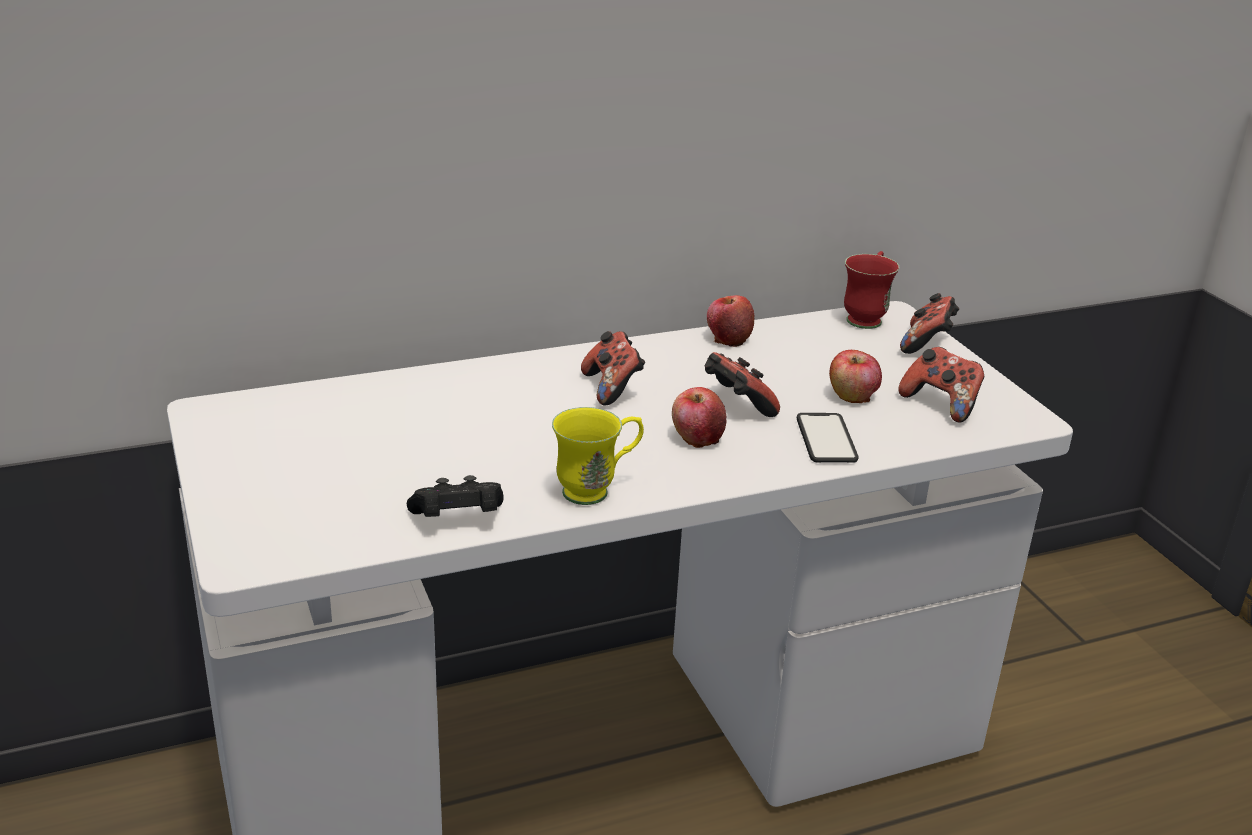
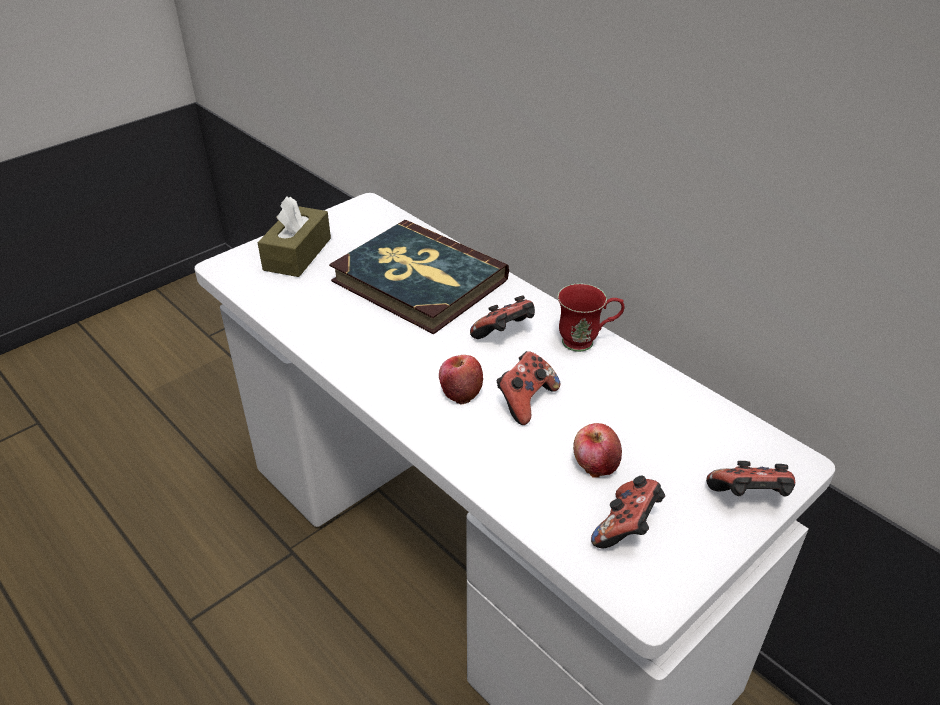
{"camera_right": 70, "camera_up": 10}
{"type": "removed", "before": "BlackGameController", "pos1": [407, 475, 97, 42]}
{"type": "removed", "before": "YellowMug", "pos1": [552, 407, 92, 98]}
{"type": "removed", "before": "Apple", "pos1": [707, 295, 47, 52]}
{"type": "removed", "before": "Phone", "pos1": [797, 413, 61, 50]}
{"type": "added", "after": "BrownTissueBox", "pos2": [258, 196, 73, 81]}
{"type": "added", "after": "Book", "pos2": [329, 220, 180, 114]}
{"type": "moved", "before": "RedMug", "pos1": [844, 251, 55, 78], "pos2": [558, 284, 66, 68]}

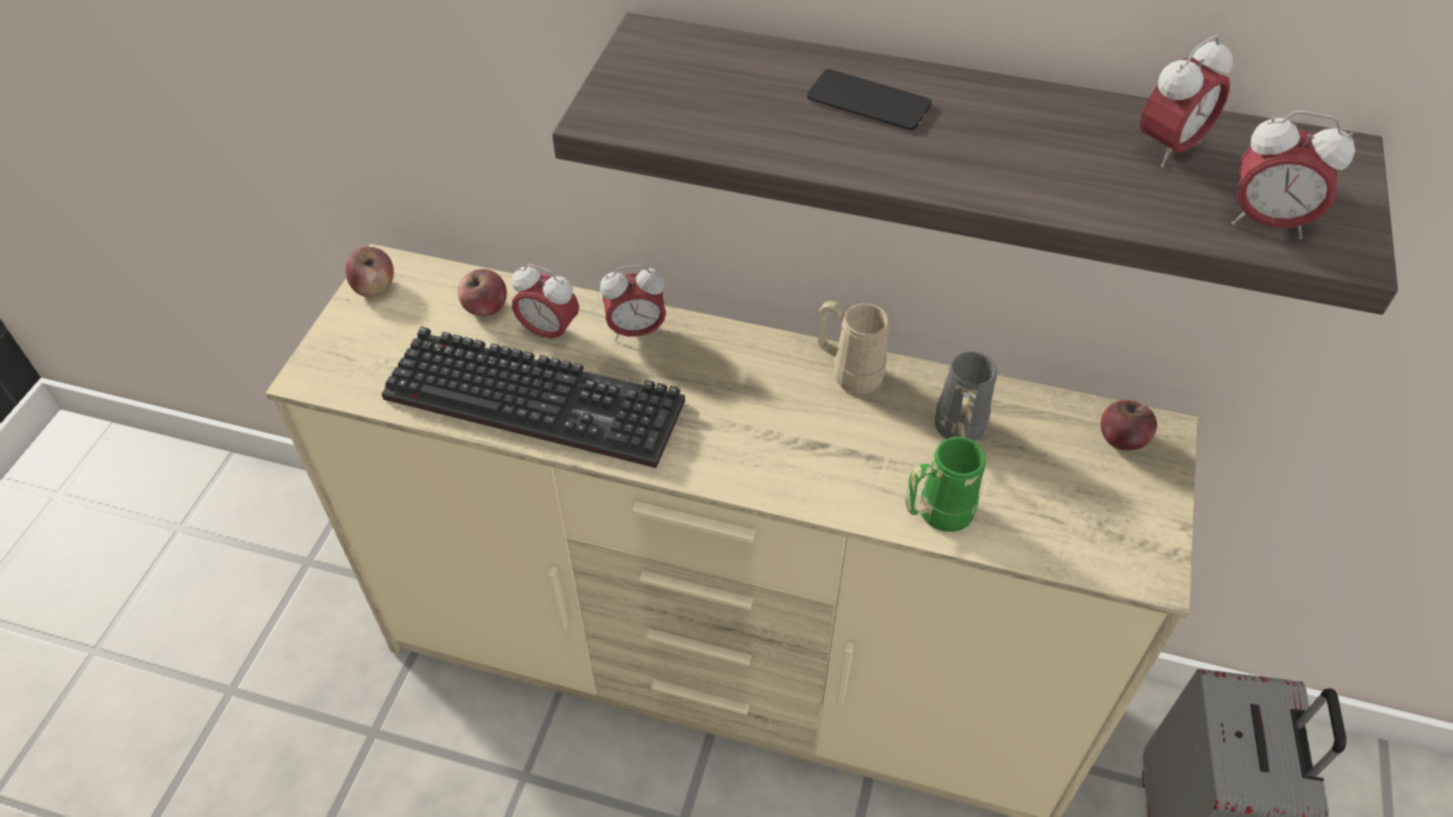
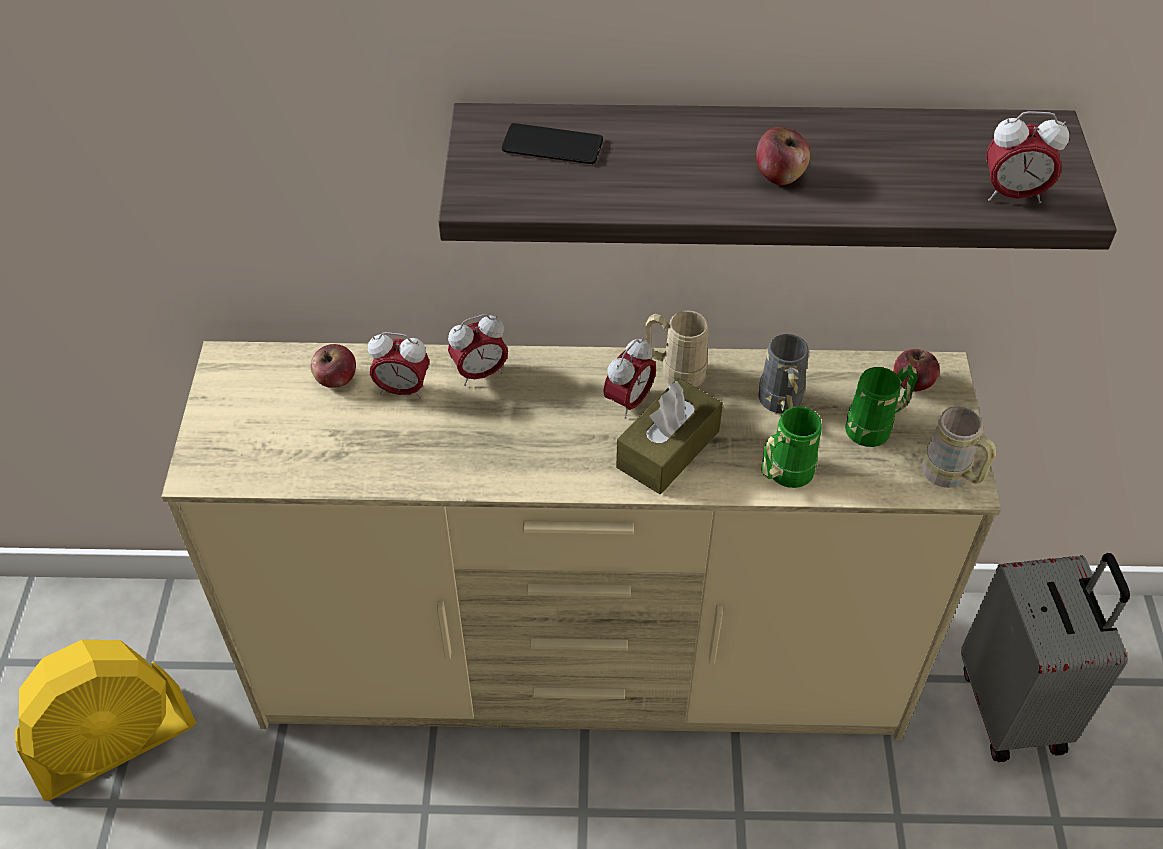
{"camera_right": -15, "camera_up": 0}
{"type": "removed", "before": "Keyboard", "pos1": [381, 327, 304, 141]}
{"type": "added", "after": "YellowFan", "pos2": [15, 640, 181, 161]}
{"type": "added", "after": "BrownTissueBox", "pos2": [616, 378, 107, 116]}
{"type": "added", "after": "GreenMug", "pos2": [845, 365, 73, 82]}
{"type": "added", "after": "BeigeMug", "pos2": [922, 406, 74, 82]}
{"type": "moved", "before": "Apple", "pos1": [345, 247, 49, 50], "pos2": [756, 127, 54, 58]}
{"type": "moved", "before": "Phone", "pos1": [807, 69, 125, 61], "pos2": [502, 123, 101, 41]}
{"type": "moved", "before": "AlarmClock", "pos1": [1140, 35, 93, 133], "pos2": [603, 337, 53, 82]}

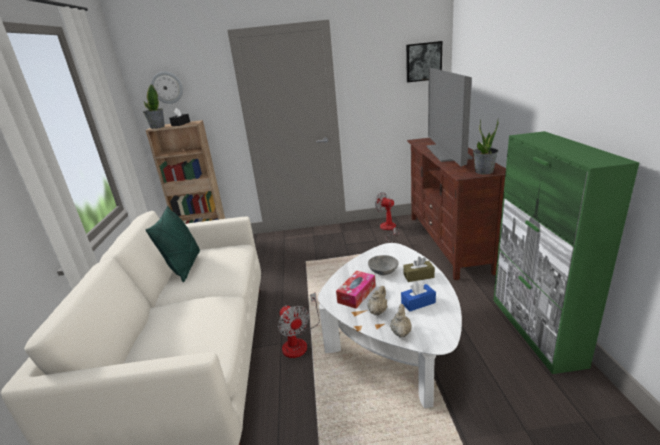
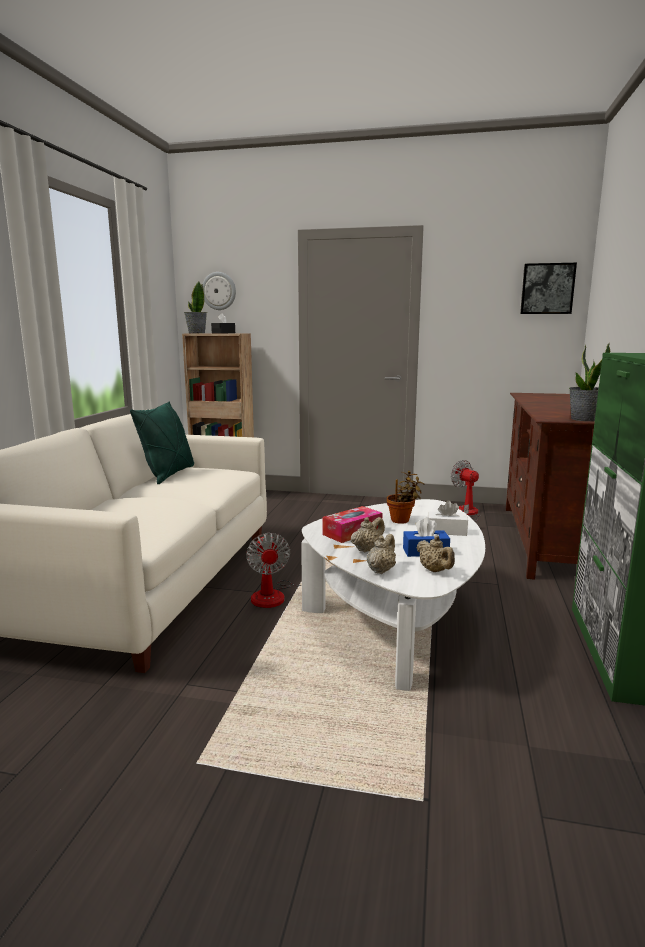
{"camera_right": 15, "camera_up": -10}
{"type": "removed", "before": "Television", "pos1": [427, 68, 46, 99]}
{"type": "added", "after": "BeigeTeapot", "pos2": [416, 535, 39, 37]}
{"type": "replaced", "before": "GreyBowl", "after": "PottedPlant", "pos1": [368, 255, 31, 20], "pos2": [387, 471, 37, 53]}
{"type": "recoloured", "before": "BrownTissueBox", "after": "WhiteTissueBox", "pos1": [403, 257, 32, 25], "pos2": [428, 500, 40, 36]}

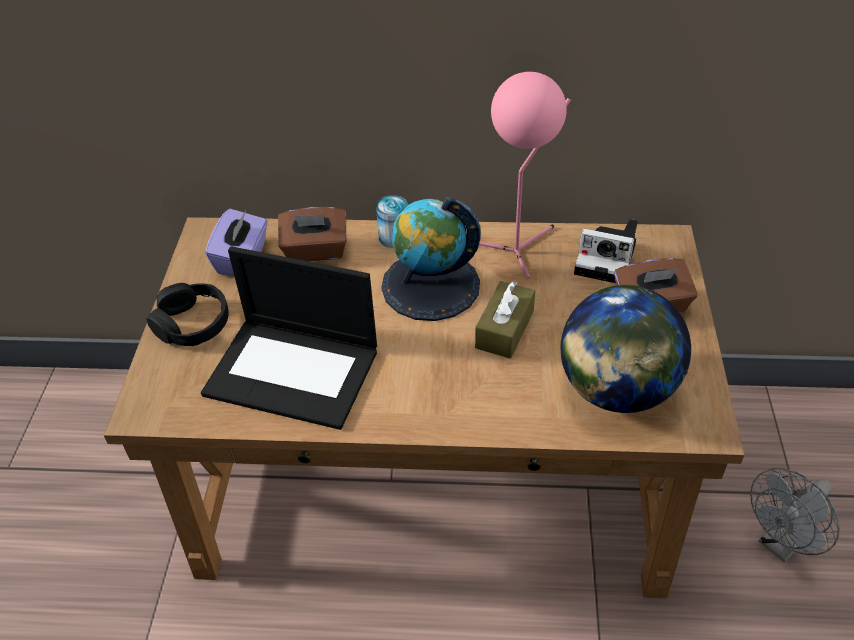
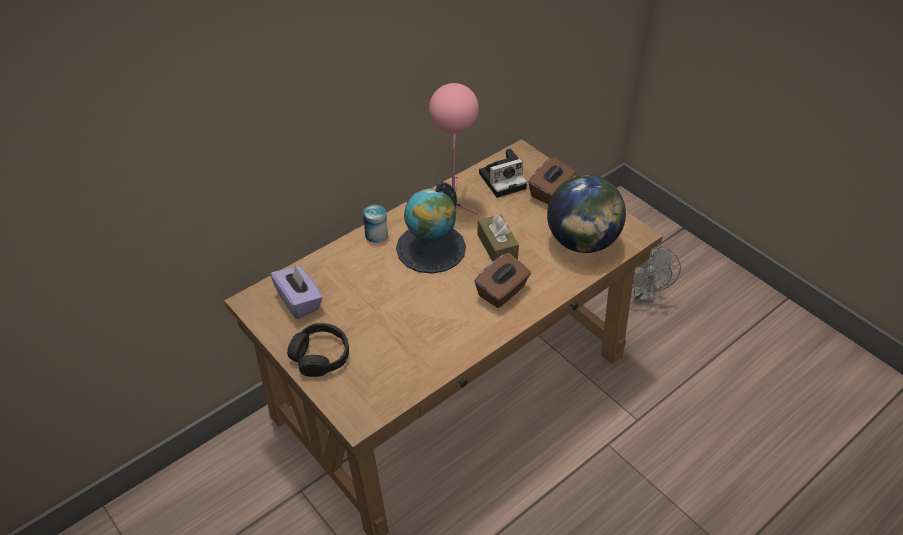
{"camera_right": -45, "camera_up": 0}
{"type": "removed", "before": "Laptop", "pos1": [201, 246, 176, 184]}
{"type": "moved", "before": "BrownTissueBox", "pos1": [278, 207, 69, 54], "pos2": [475, 253, 56, 55]}

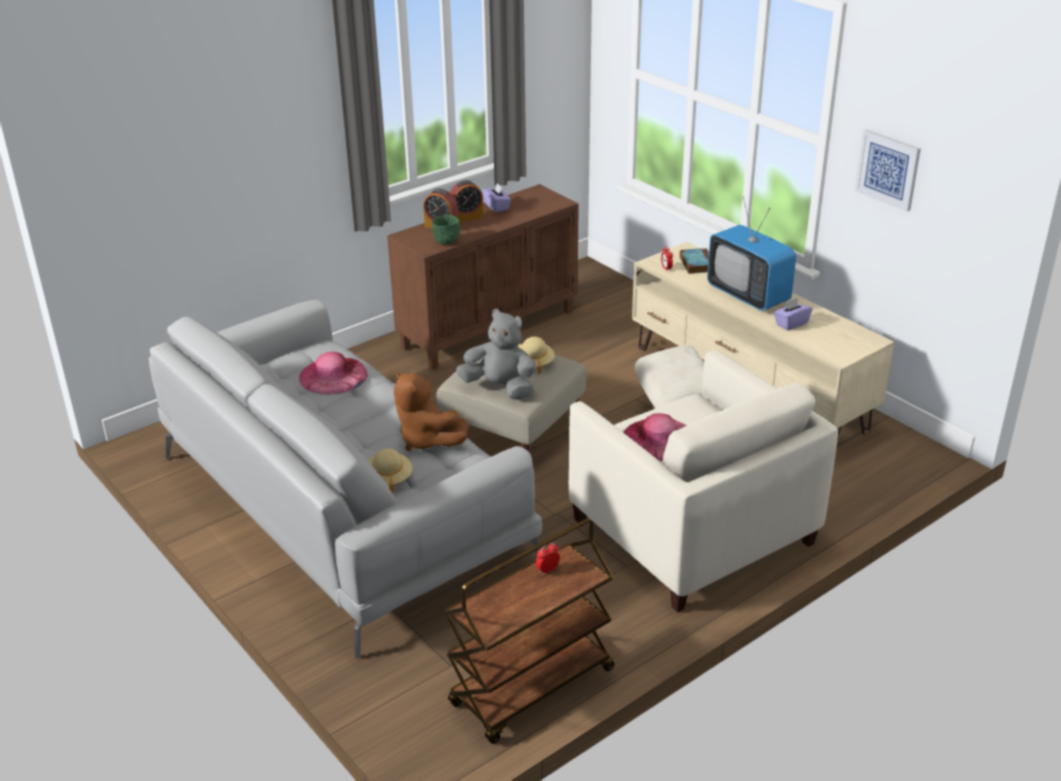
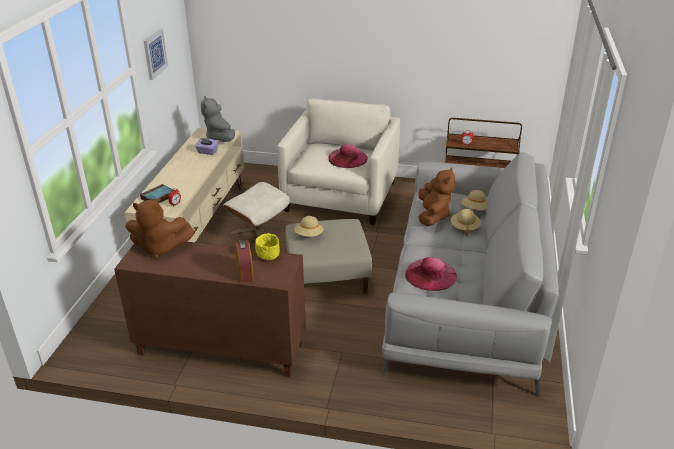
{"camera_right": -130, "camera_up": 0}
{"type": "removed", "before": "AlarmClock", "pos1": [450, 180, 34, 43]}
{"type": "removed", "before": "PurpleTissueBox", "pos1": [482, 183, 29, 29]}
{"type": "removed", "before": "Television", "pos1": [707, 196, 89, 115]}
{"type": "added", "after": "BrownPlushToy", "pos2": [125, 200, 69, 59]}
{"type": "added", "after": "BeigeHat", "pos2": [451, 209, 30, 27]}
{"type": "moved", "before": "GreyPlushToy", "pos1": [456, 309, 80, 91], "pos2": [201, 96, 34, 46]}
{"type": "recoloured", "before": "GreenBowl", "after": "YellowBowl", "pos1": [432, 215, 28, 30], "pos2": [255, 233, 25, 27]}

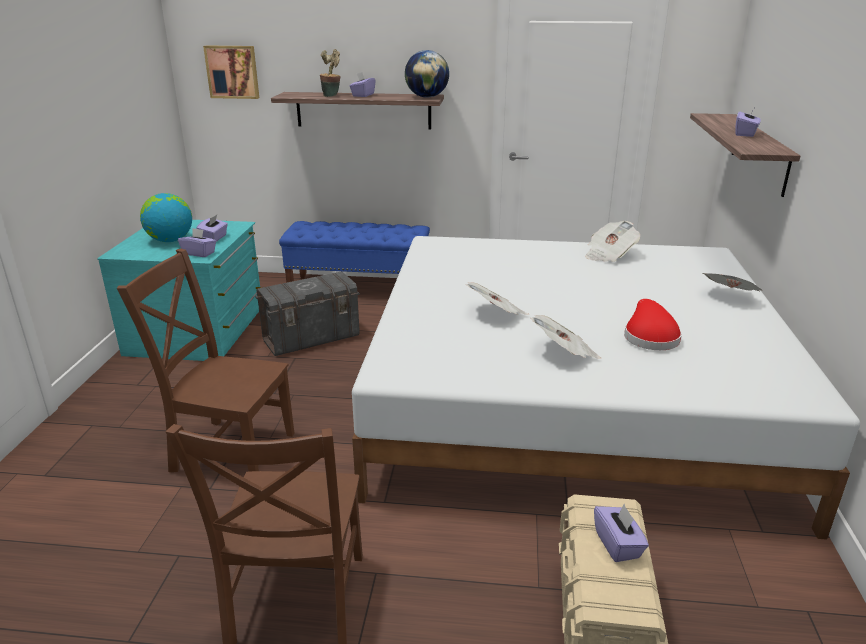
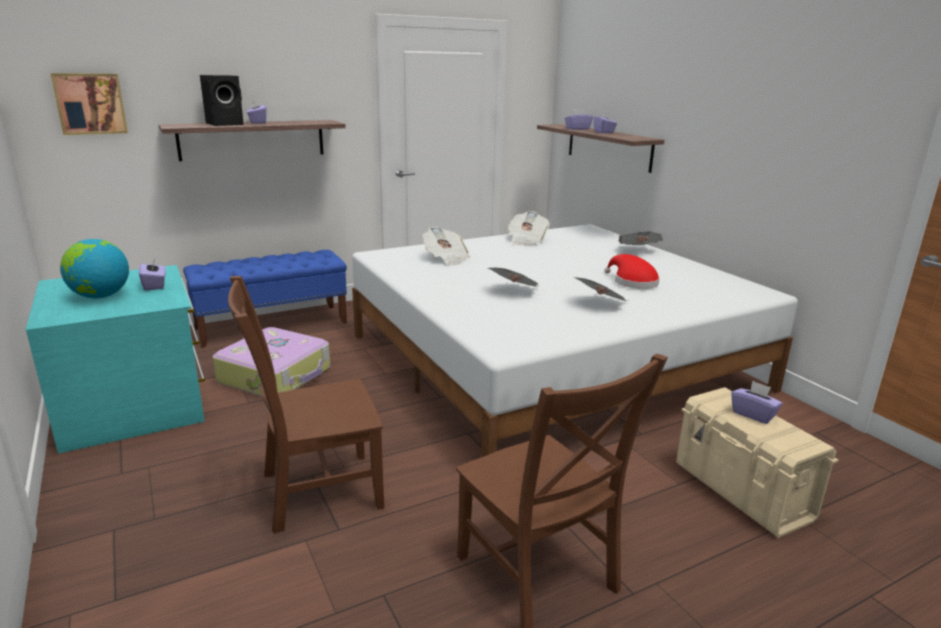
{"camera_right": -35, "camera_up": -5}
{"type": "removed", "before": "Globe", "pos1": [405, 50, 44, 48]}
{"type": "added", "after": "Newspaper", "pos2": [422, 227, 48, 39]}
{"type": "moved", "before": "PurpleTissueBox", "pos1": [178, 228, 38, 29], "pos2": [565, 109, 28, 21]}
{"type": "replaced", "before": "GreyStorageBox", "after": "Suitcase", "pos1": [255, 271, 105, 85], "pos2": [212, 327, 118, 70]}
{"type": "replaced", "before": "PottedPlant", "after": "BlackSpeaker", "pos1": [320, 49, 21, 48], "pos2": [200, 75, 44, 51]}

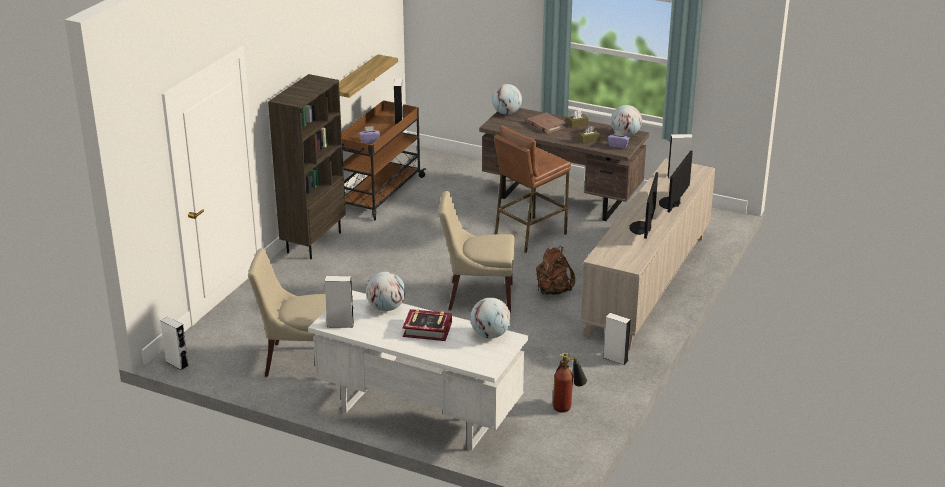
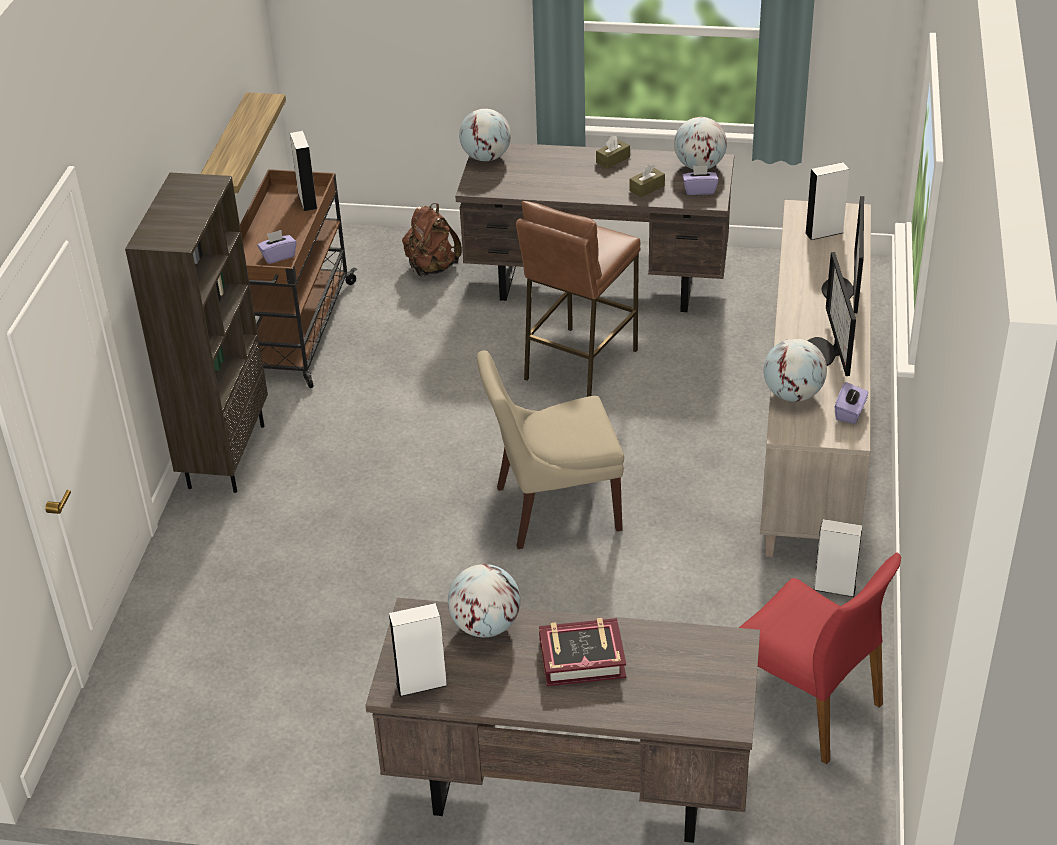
{"camera_right": -15, "camera_up": 10}
{"type": "removed", "before": "WhiteSpeaker", "pos1": [160, 317, 28, 53]}
{"type": "removed", "before": "BeigeChair", "pos1": [248, 248, 78, 129]}
{"type": "removed", "before": "BrownBook", "pos1": [527, 113, 39, 21]}
{"type": "added", "after": "PurpleTissueBox", "pos2": [835, 382, 33, 42]}
{"type": "moved", "before": "Globe", "pos1": [470, 298, 41, 40], "pos2": [763, 339, 64, 63]}
{"type": "moved", "before": "BrownBackpack", "pos1": [536, 246, 39, 49], "pos2": [402, 203, 60, 73]}
{"type": "replaced", "before": "FireExtinguisher", "after": "RedChair", "pos1": [553, 353, 34, 60], "pos2": [739, 552, 162, 212]}
{"type": "recoloured", "before": "WhiteDesk", "after": "BrownDesk", "pos1": [308, 290, 220, 160], "pos2": [365, 598, 395, 245]}

